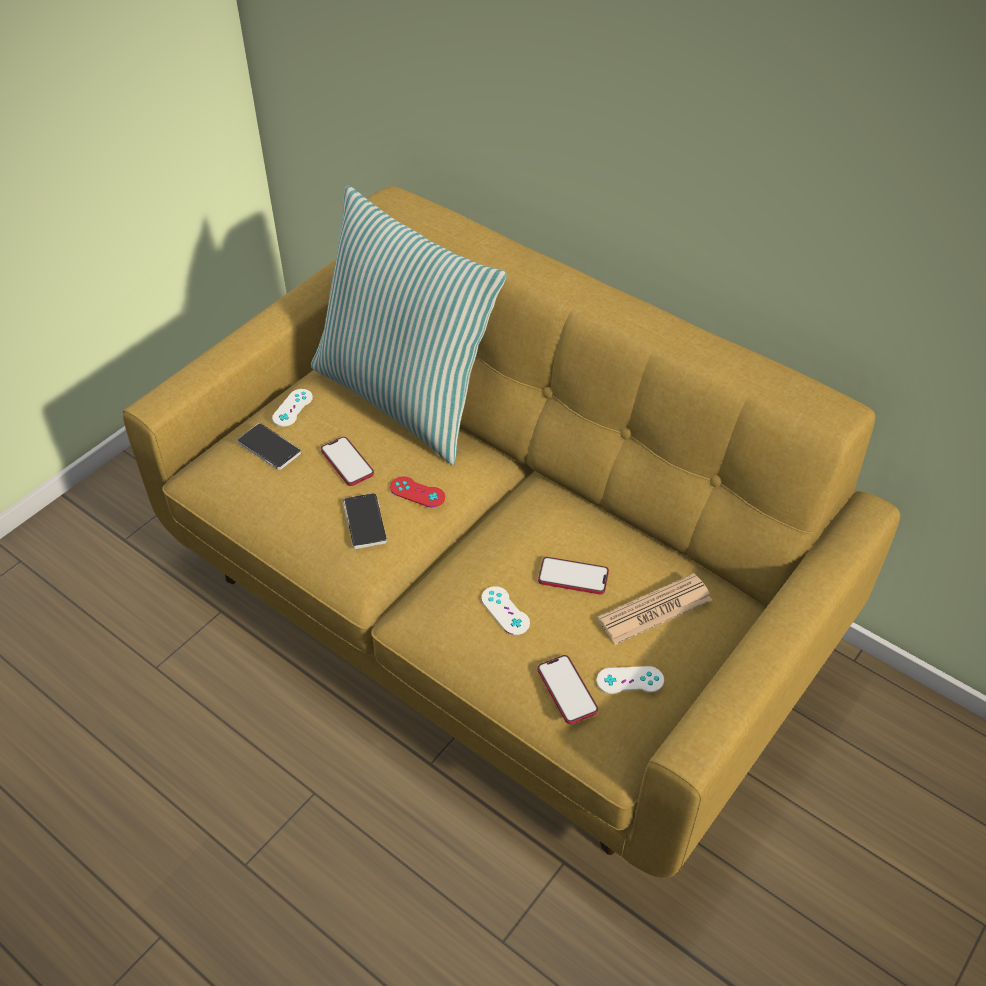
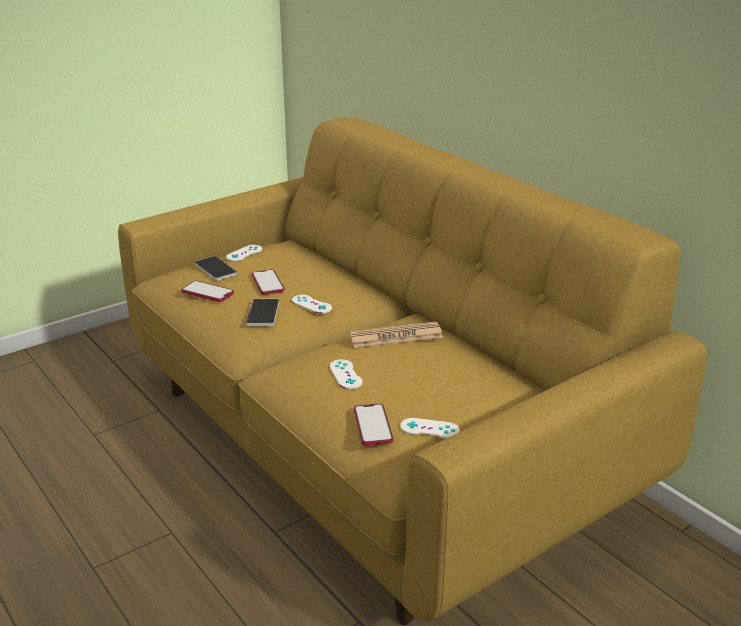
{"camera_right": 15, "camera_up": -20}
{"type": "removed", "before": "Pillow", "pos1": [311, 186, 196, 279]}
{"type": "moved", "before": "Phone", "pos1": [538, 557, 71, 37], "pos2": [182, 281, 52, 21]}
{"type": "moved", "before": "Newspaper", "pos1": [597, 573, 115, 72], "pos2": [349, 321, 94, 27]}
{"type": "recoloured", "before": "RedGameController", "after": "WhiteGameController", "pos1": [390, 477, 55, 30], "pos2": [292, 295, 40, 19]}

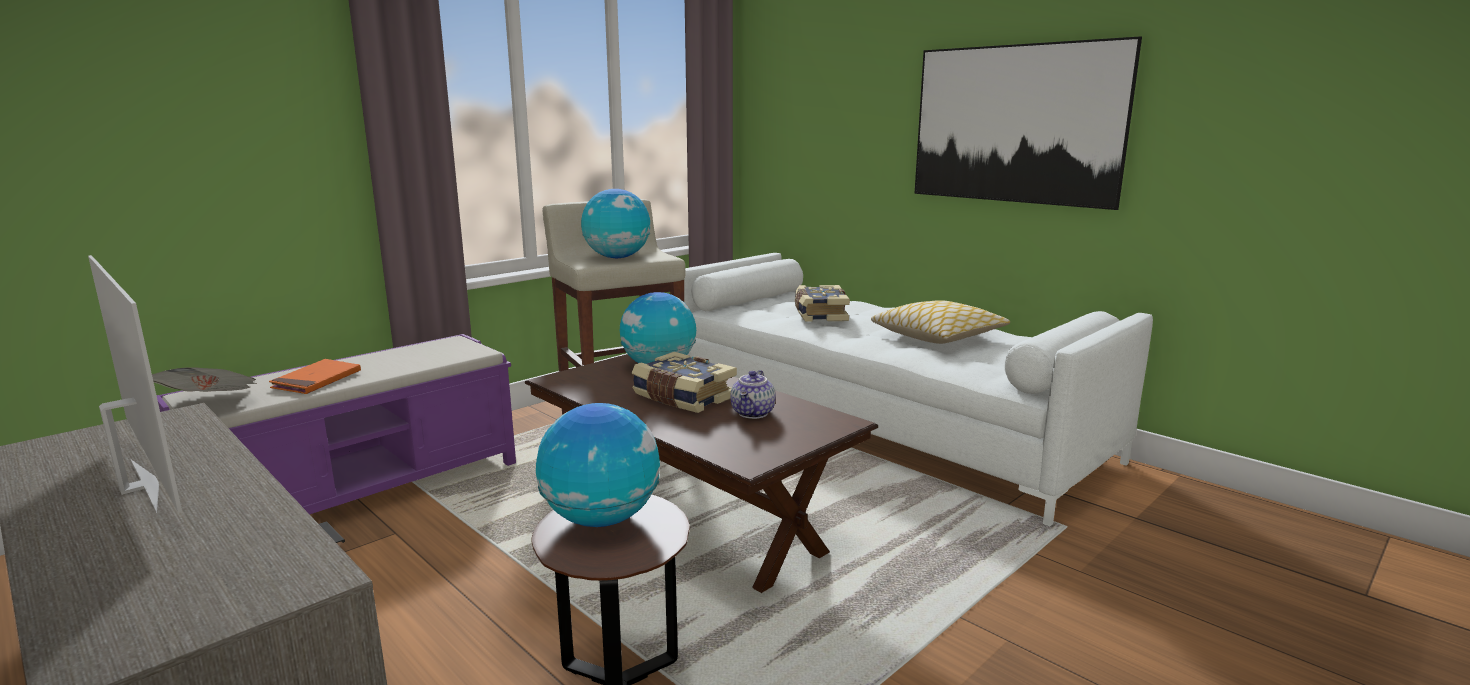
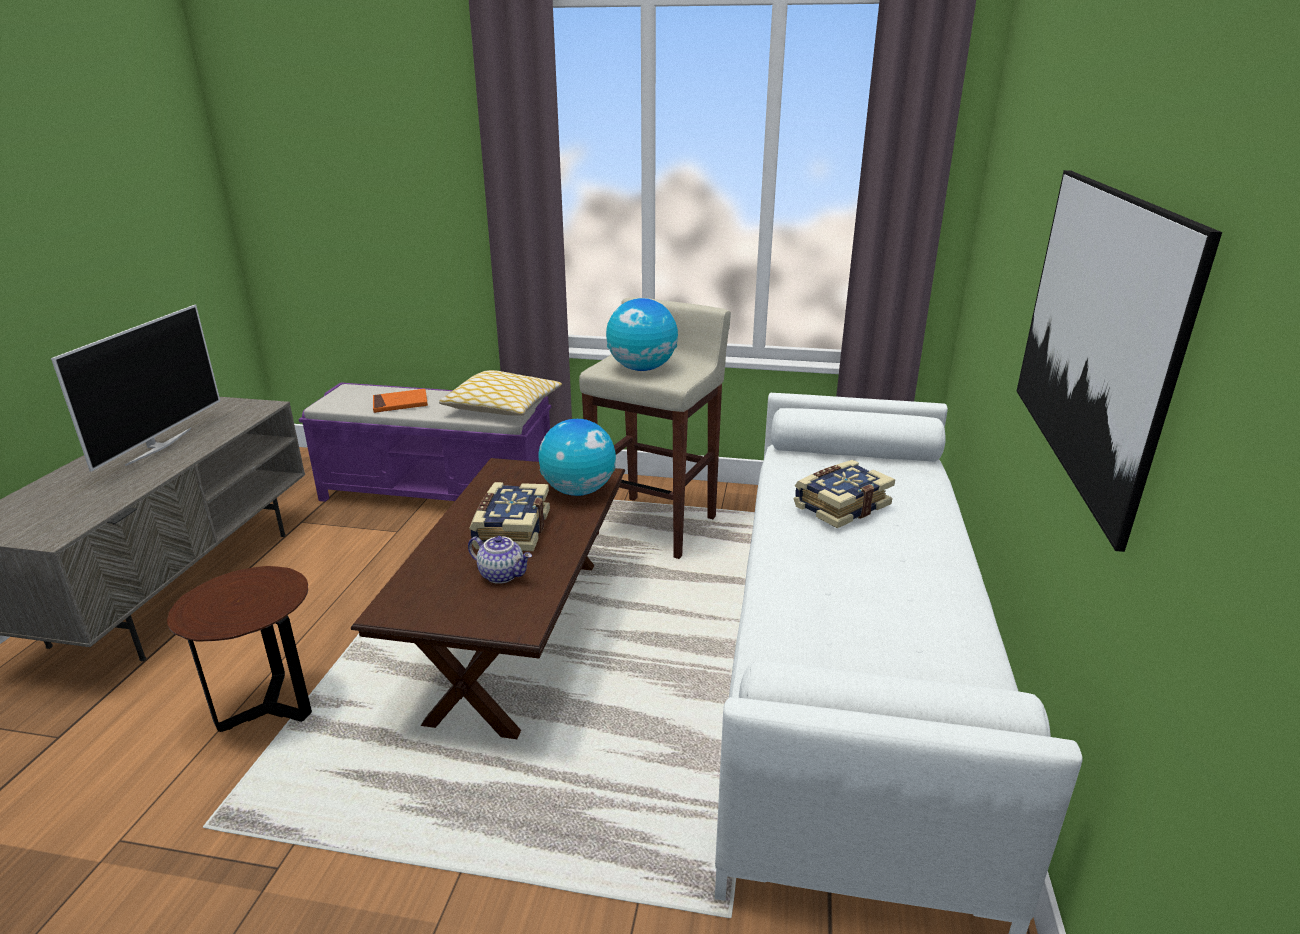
{"camera_right": 55, "camera_up": 10}
{"type": "removed", "before": "Newspaper", "pos1": [152, 367, 105, 25]}
{"type": "removed", "before": "Globe", "pos1": [536, 403, 124, 124]}
{"type": "moved", "before": "Pillow", "pos1": [871, 300, 139, 44], "pos2": [439, 370, 123, 46]}
{"type": "turned", "before": "Teapot", "pos1": [730, 370, 46, 49], "pos2": [468, 536, 64, 48], "turn": -135}

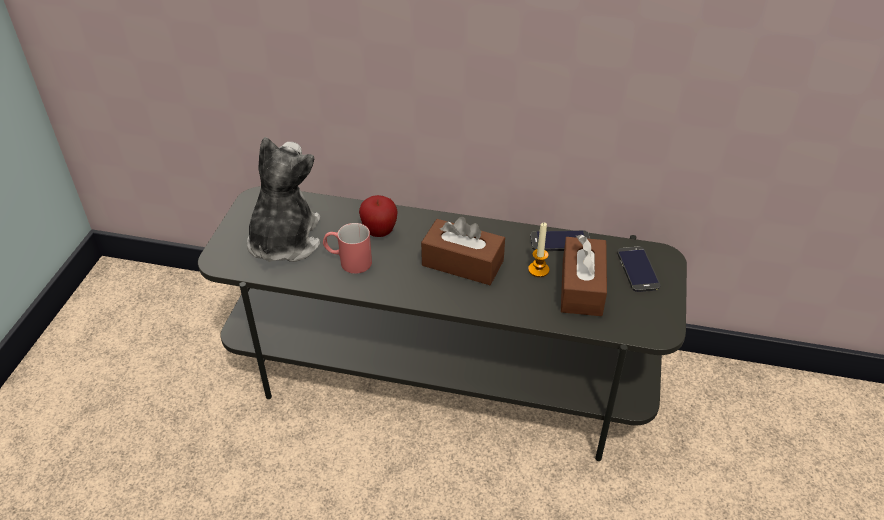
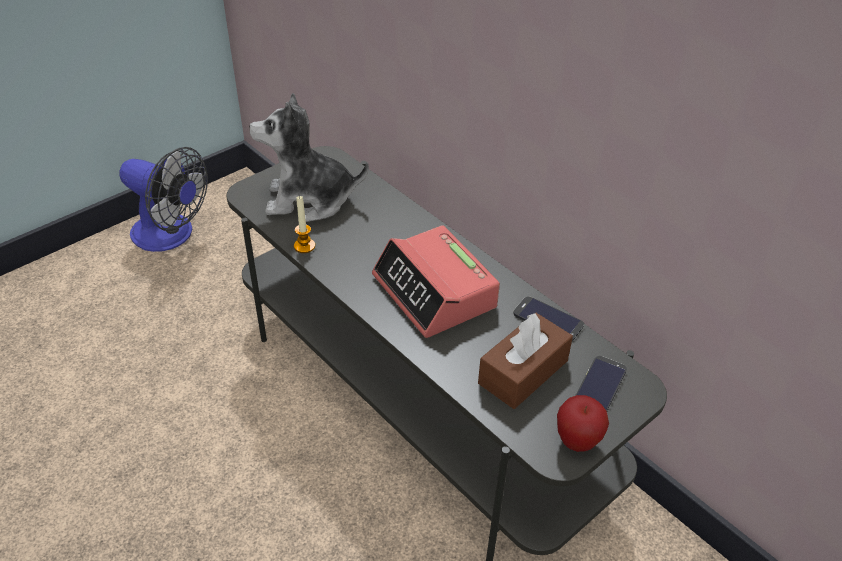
{"camera_right": 35, "camera_up": 0}
{"type": "removed", "before": "RedMug", "pos1": [323, 223, 49, 51]}
{"type": "added", "after": "Fan", "pos2": [119, 147, 89, 105]}
{"type": "moved", "before": "Apple", "pos1": [359, 195, 39, 42], "pos2": [557, 395, 52, 57]}
{"type": "moved", "before": "Candle", "pos1": [528, 223, 21, 54], "pos2": [294, 195, 21, 58]}
{"type": "replaced", "before": "BrownTissueBox", "after": "AlarmClock", "pos1": [421, 217, 84, 68], "pos2": [372, 225, 128, 113]}
{"type": "turned", "before": "PlushToy", "pos1": [247, 137, 73, 125], "pos2": [249, 93, 120, 129], "turn": -135}

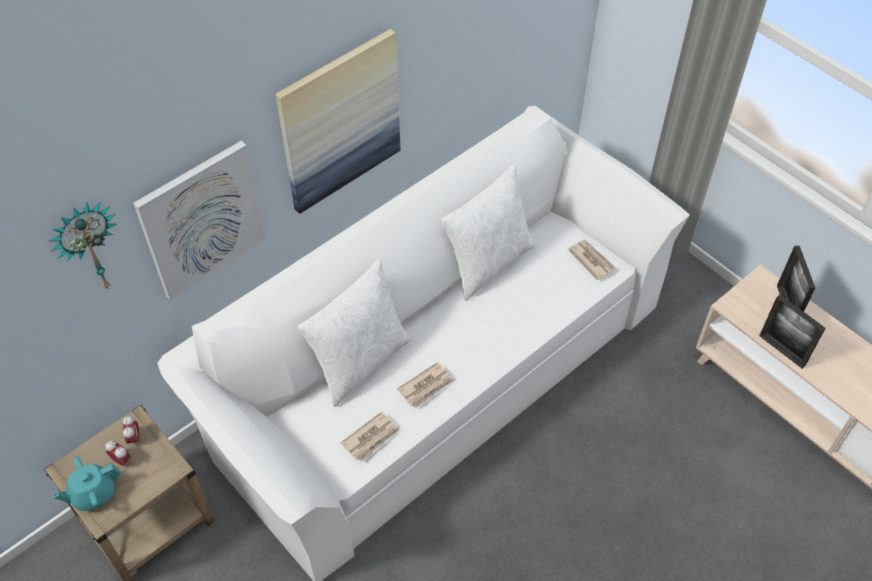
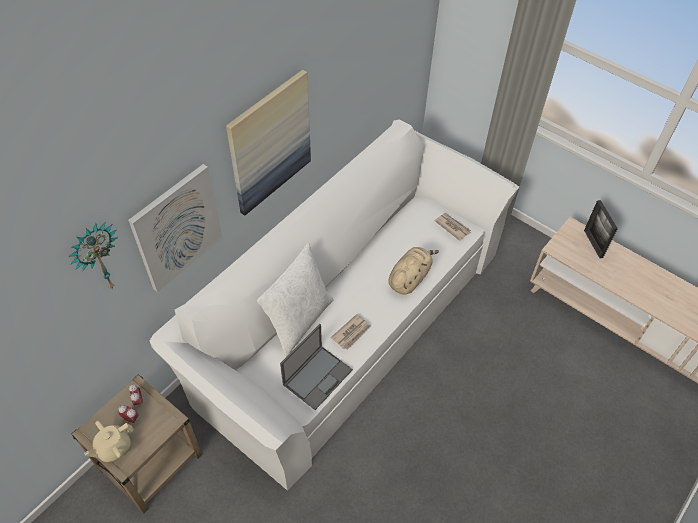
{"camera_right": -10, "camera_up": 0}
{"type": "removed", "before": "WhitePillow", "pos1": [441, 164, 94, 137]}
{"type": "removed", "before": "PictureFrame", "pos1": [759, 295, 66, 74]}
{"type": "added", "after": "BeigePlushToy", "pos2": [389, 247, 50, 48]}
{"type": "replaced", "before": "Newspaper", "after": "Laptop", "pos1": [340, 412, 60, 50], "pos2": [280, 324, 73, 86]}
{"type": "recoloured", "before": "TurquoiseTeapot", "after": "BeigeTeapot", "pos1": [53, 456, 68, 55], "pos2": [84, 421, 50, 41]}

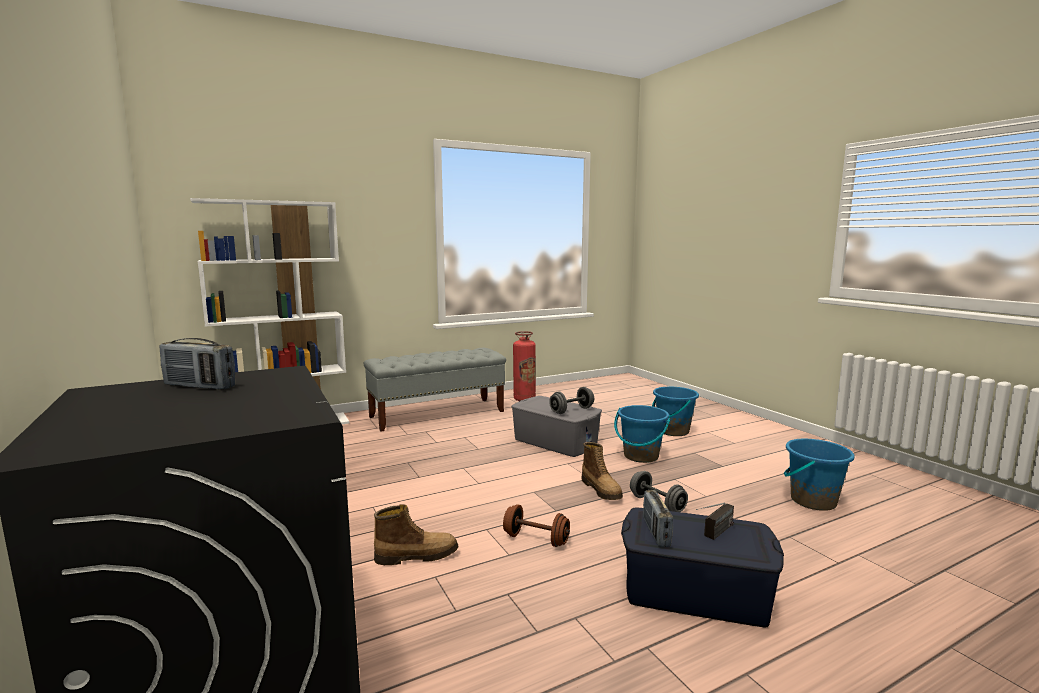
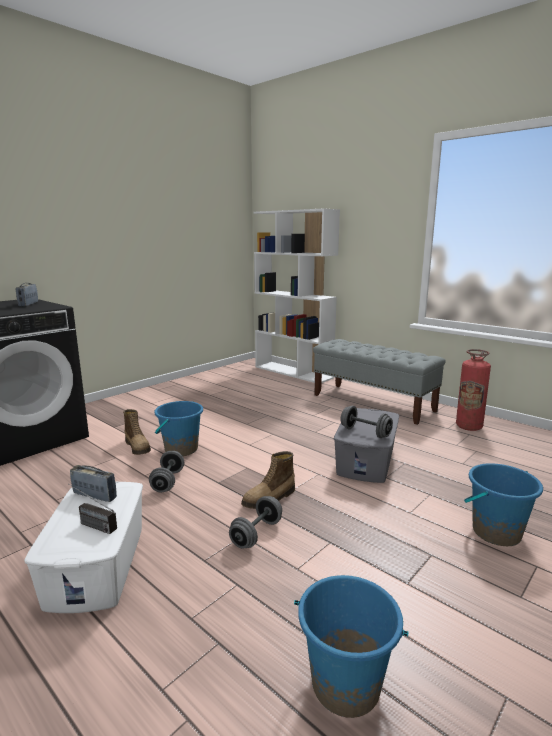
{"camera_right": 70, "camera_up": 5}
{"type": "moved", "before": "BlueBucket", "pos1": [614, 405, 57, 58], "pos2": [154, 401, 49, 55]}
{"type": "recoloured", "before": "BrownDumbbell", "after": "GreyDumbbell", "pos1": [503, 504, 67, 43], "pos2": [149, 451, 35, 42]}
{"type": "recoloured", "before": "BlueStorageBox", "after": "WhiteStorageBox", "pos1": [621, 507, 163, 120], "pos2": [24, 481, 119, 132]}
{"type": "turned", "before": "Radio", "pos1": [643, 490, 30, 57], "pos2": [70, 465, 47, 37], "turn": 45}

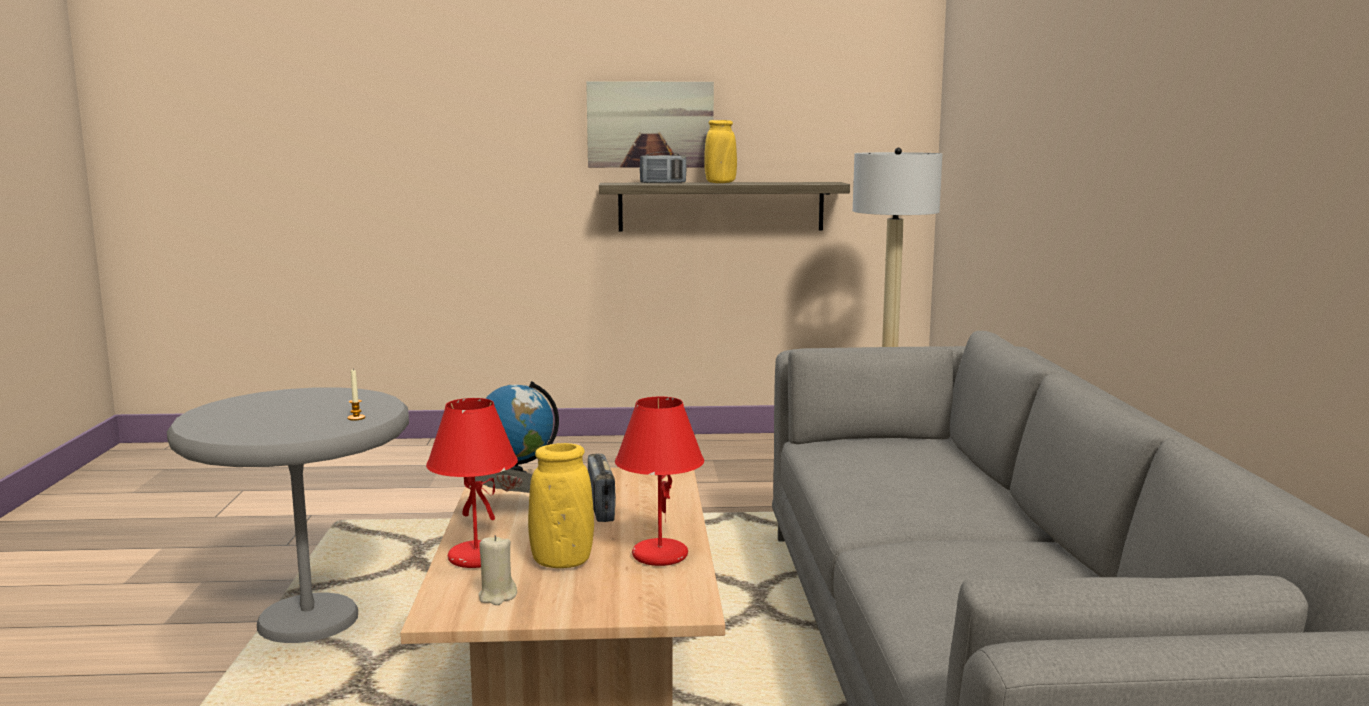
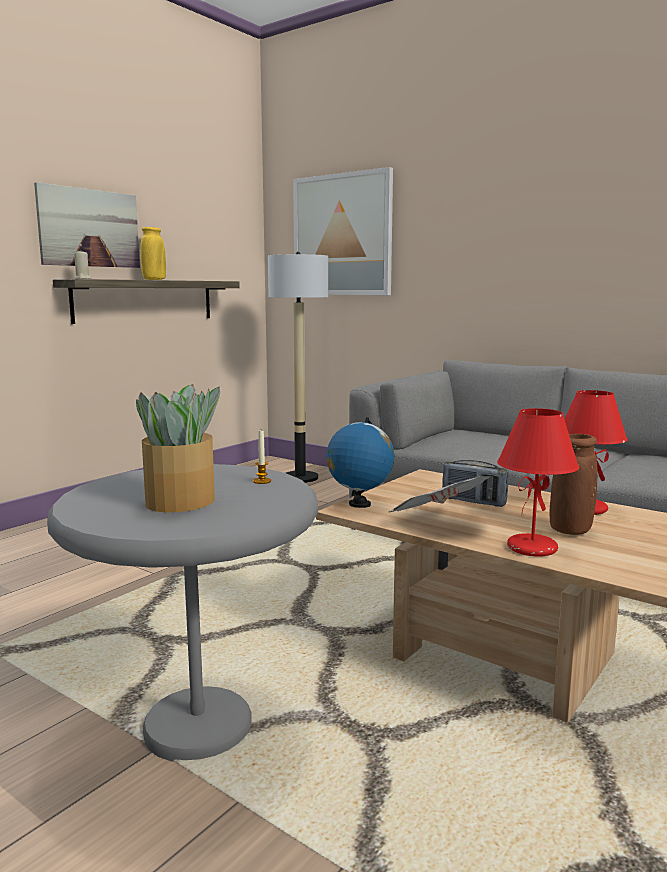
{"camera_right": -50, "camera_up": 0}
{"type": "removed", "before": "Radio", "pos1": [640, 152, 46, 31]}
{"type": "added", "after": "PottedPlant", "pos2": [136, 384, 84, 128]}
{"type": "added", "after": "Picture", "pos2": [293, 167, 100, 128]}
{"type": "moved", "before": "BeigeCandle", "pos1": [479, 535, 38, 70], "pos2": [74, 251, 17, 28]}
{"type": "recoloured", "before": "YellowVase", "after": "BrownVase", "pos1": [528, 443, 66, 125], "pos2": [550, 434, 47, 101]}

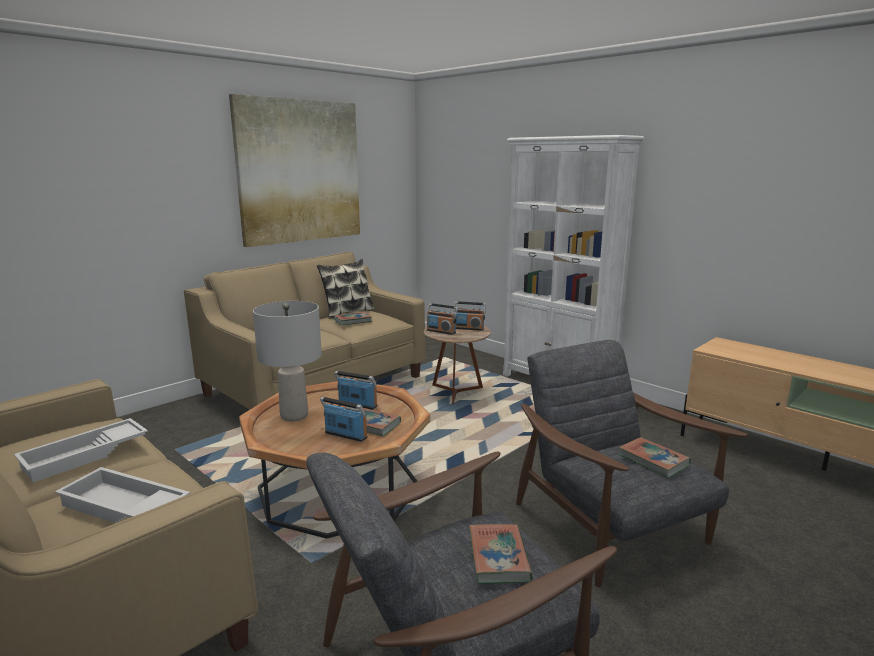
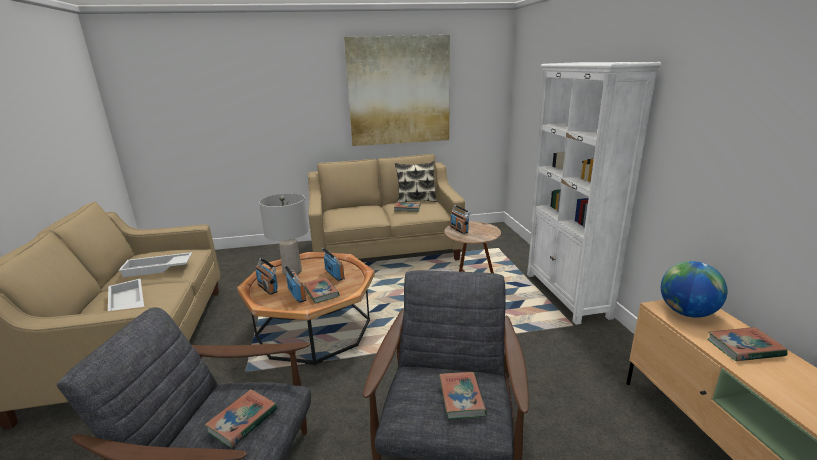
{"camera_right": 35, "camera_up": 5}
{"type": "added", "after": "Globe", "pos2": [661, 261, 66, 57]}
{"type": "added", "after": "Book", "pos2": [708, 327, 80, 34]}
{"type": "moved", "before": "Radio", "pos1": [454, 301, 32, 30], "pos2": [255, 258, 23, 37]}

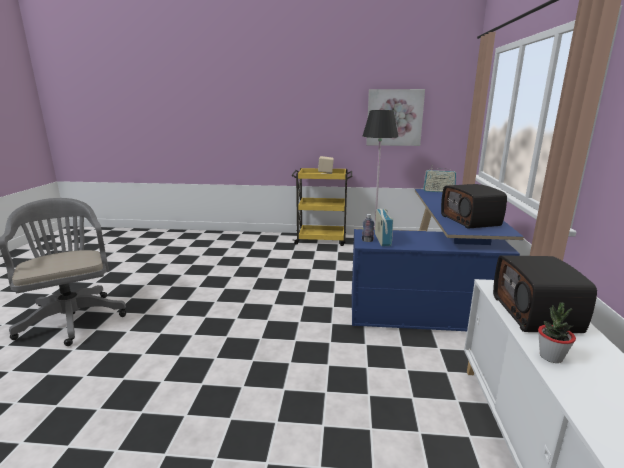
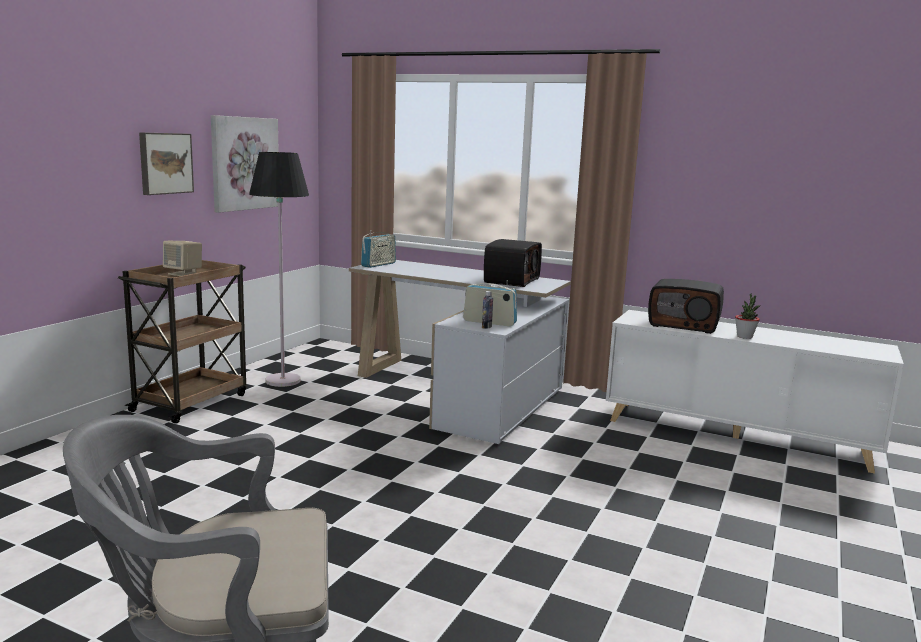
{"camera_right": -70, "camera_up": -5}
{"type": "added", "after": "Picture", "pos2": [139, 132, 55, 63]}
{"type": "recoloured", "before": "YellowCart", "after": "BrownCart", "pos1": [291, 168, 61, 78], "pos2": [118, 260, 128, 164]}
{"type": "recoloured", "before": "BlueDesk", "after": "WhiteDesk", "pos1": [352, 189, 172, 142], "pos2": [349, 260, 222, 184]}
{"type": "turned", "before": "Radio", "pos1": [441, 184, 66, 45], "pos2": [484, 239, 58, 48], "turn": -75}

